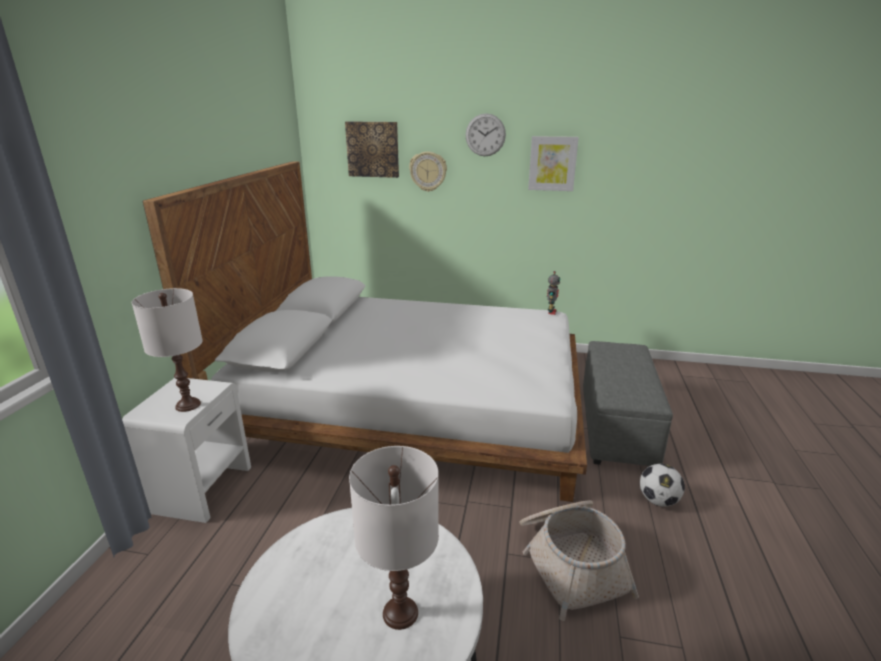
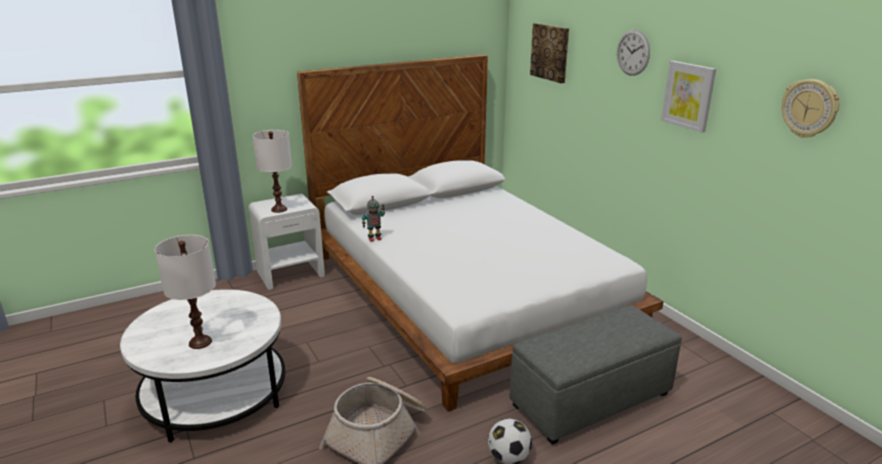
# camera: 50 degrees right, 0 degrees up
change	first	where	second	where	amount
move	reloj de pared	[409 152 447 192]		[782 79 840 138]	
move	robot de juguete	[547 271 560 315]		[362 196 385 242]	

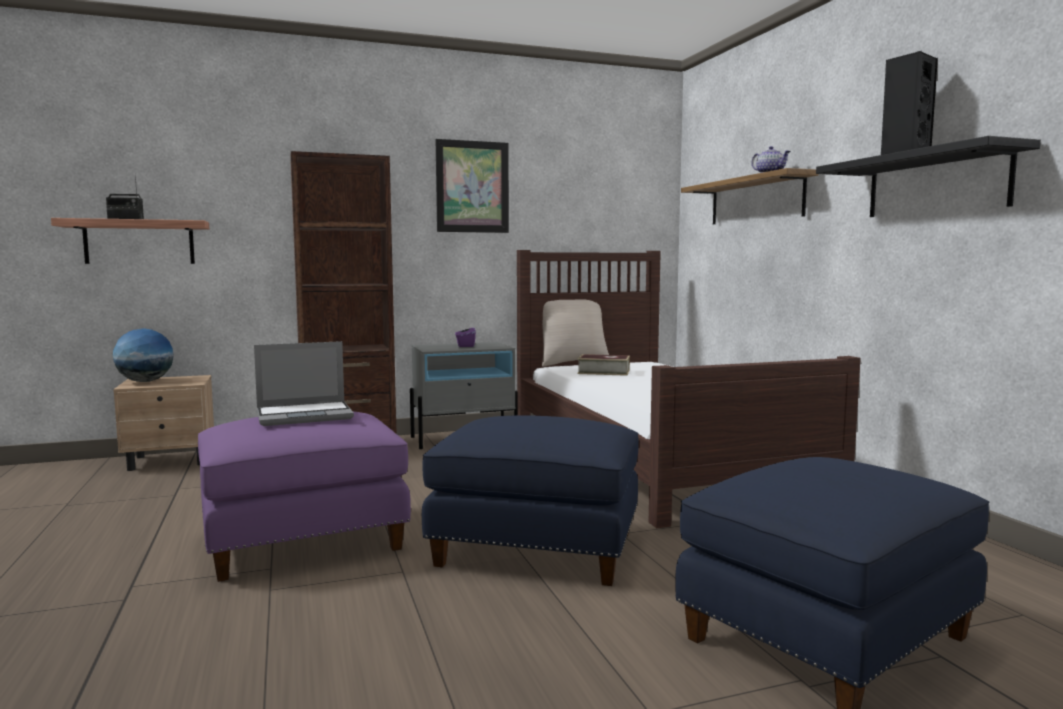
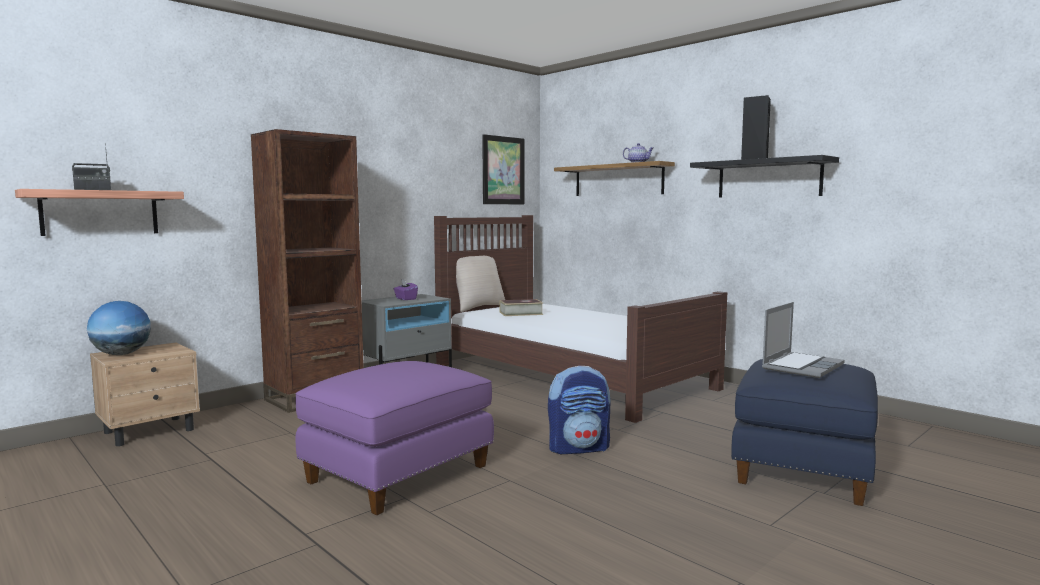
# camera: 25 degrees left, 0 degrees up
change	first	where	second	where	amount
move	portátil	[254 341 354 426]		[762 302 845 378]	
move	cuadro	[436 139 509 233]		[482 134 525 204]	
replace	puf [azul]	[422 415 639 586]	mochila	[548 366 610 454]	

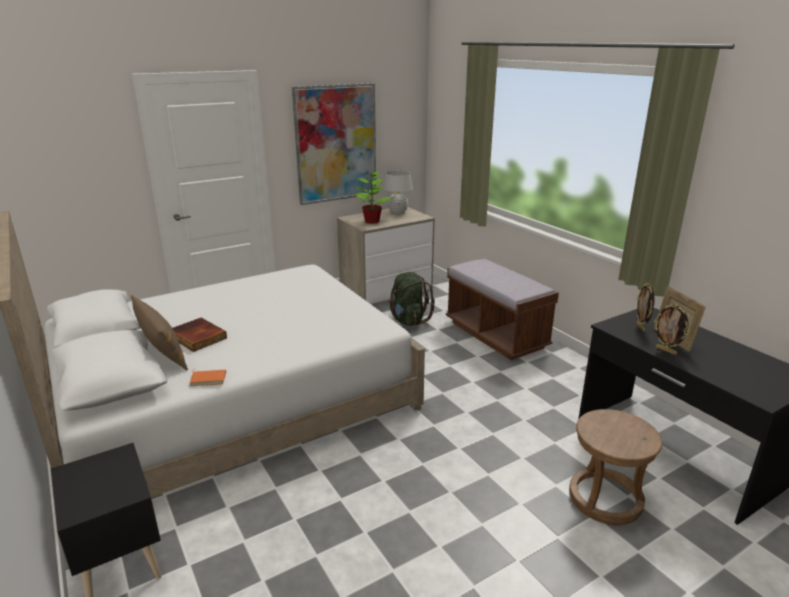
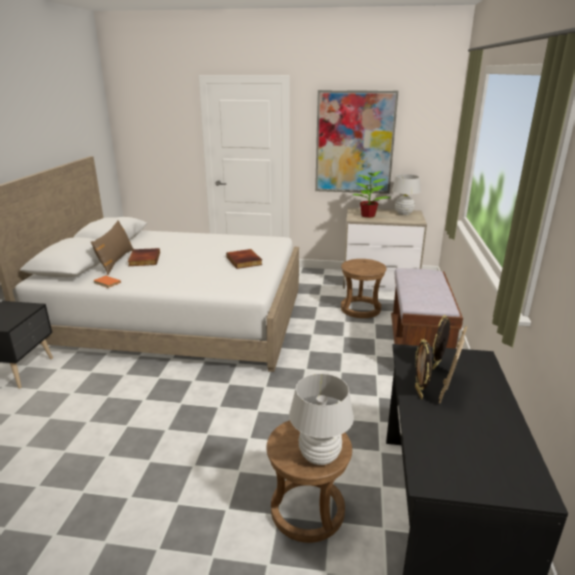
# camera: 40 degrees right, 0 degrees up
change	first	where	second	where	amount
insert			libro	[226 249 262 269]	
insert			lámpara de mesa [blanco]	[289 373 354 465]	
replace	mochila [verde]	[388 272 435 326]	taburete [marrón]	[341 259 387 318]	

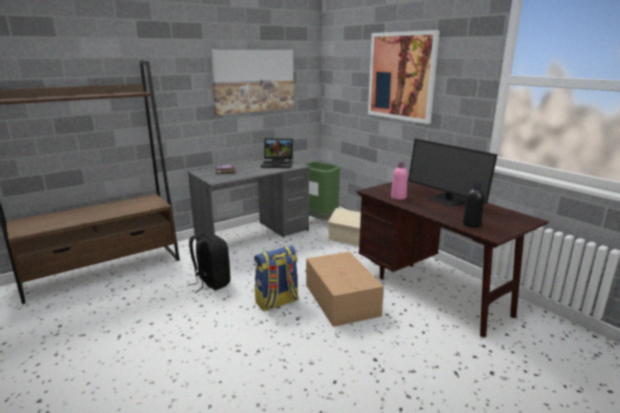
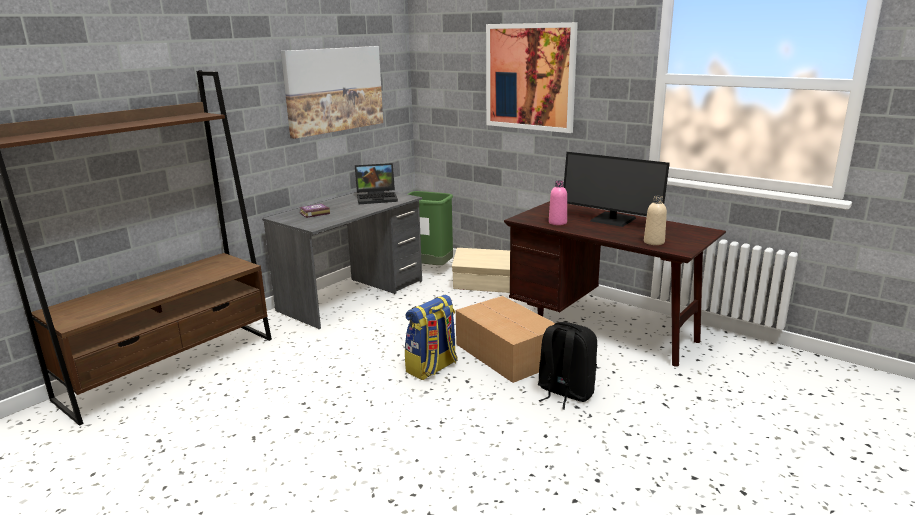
# camera: 15 degrees left, 0 degrees up
change	first	where	second	where	amount
move	mochila [negro]	[188 234 230 293]		[538 322 597 410]	
recolor	botella [negro]	[463 183 485 227]	botella [beis]	[644 196 667 245]	

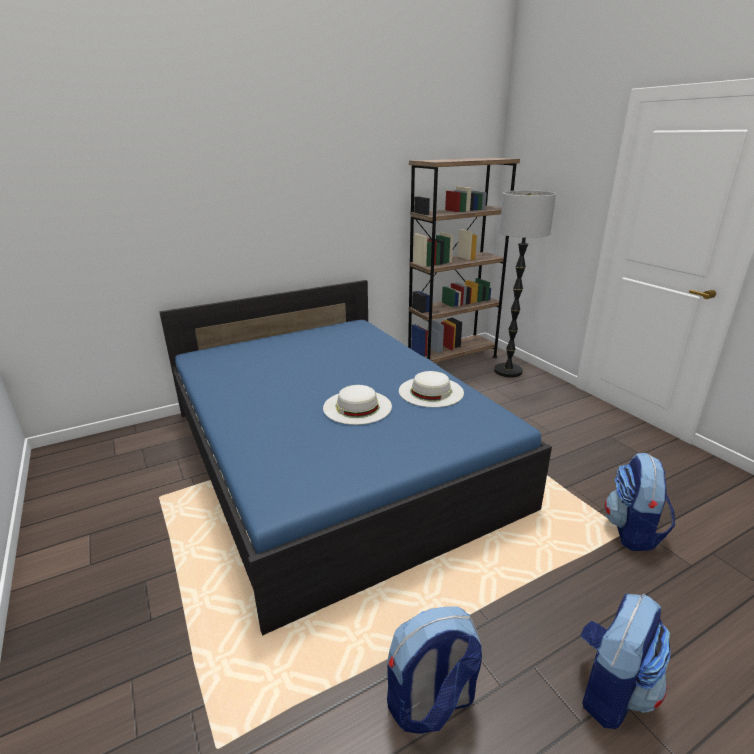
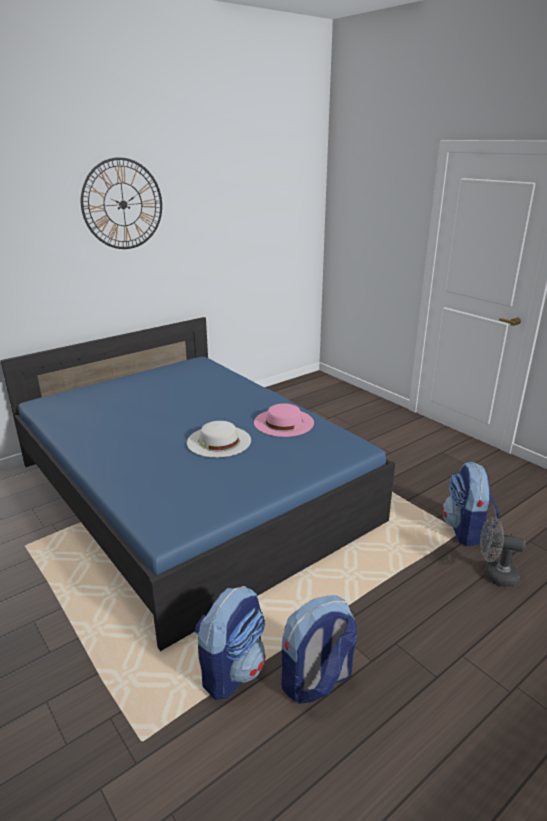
# camera: 10 degrees left, 0 degrees up
change	first	where	second	where	amount
delete	estantería [marrón]	[408 157 520 363]			
delete	lámpara de pie	[494 190 556 378]			
insert			reloj de pared	[81 157 162 249]	
insert			ventilador [gris]	[480 517 526 587]	
move	mochila	[580 594 671 729]		[195 586 265 700]	
recolor	sombrero [blanco]	[399 371 464 407]	sombrero [rosa]	[254 403 314 437]	

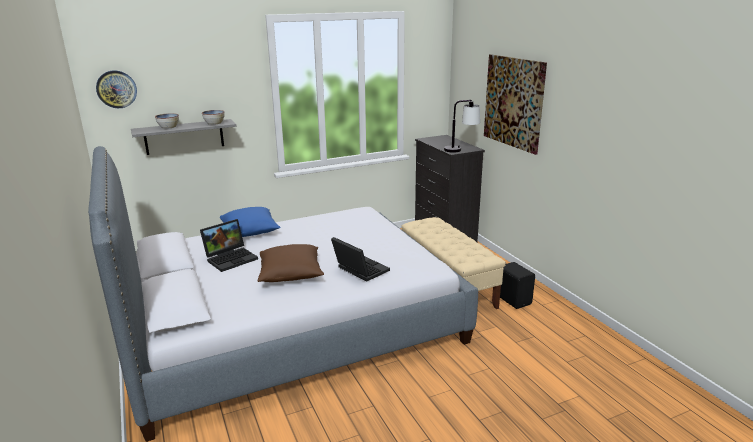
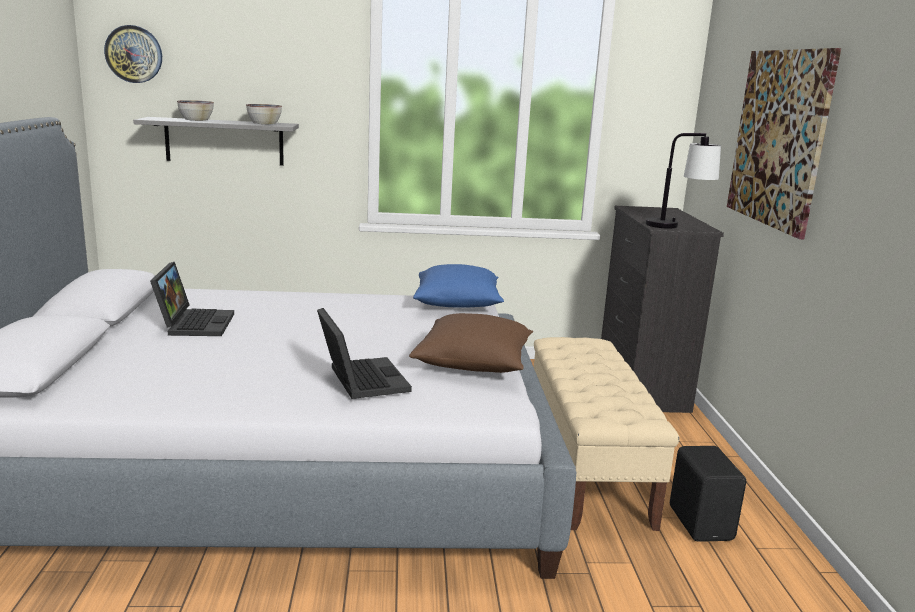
# camera: 20 degrees right, 5 degrees down
change	first	where	second	where	amount
move	cojín [azul]	[220 207 281 237]		[413 264 504 308]	
move	cojín [marrón]	[258 244 324 282]		[409 313 533 373]	
rotate	portátil	[200 219 258 272]		[150 262 234 336]	75 degrees counterclockwise

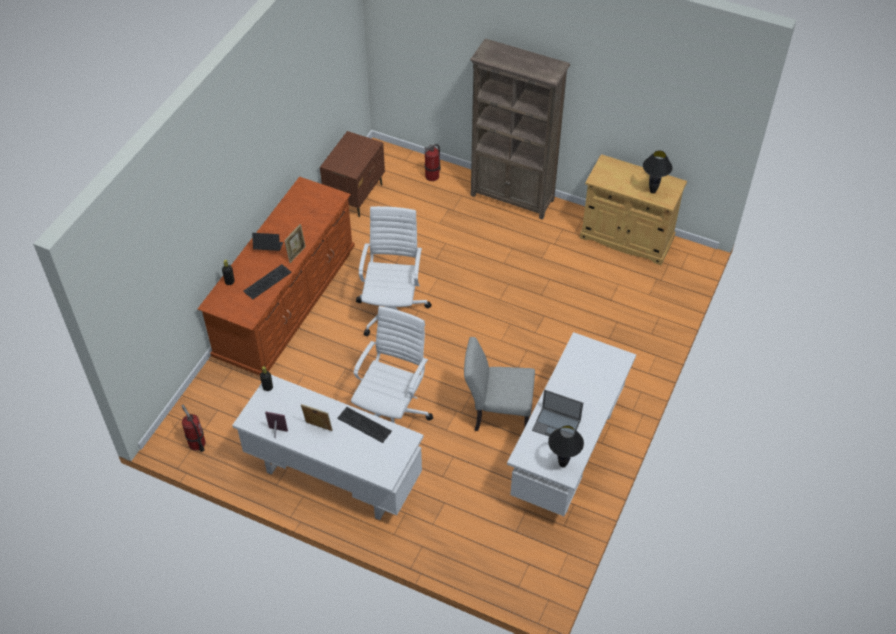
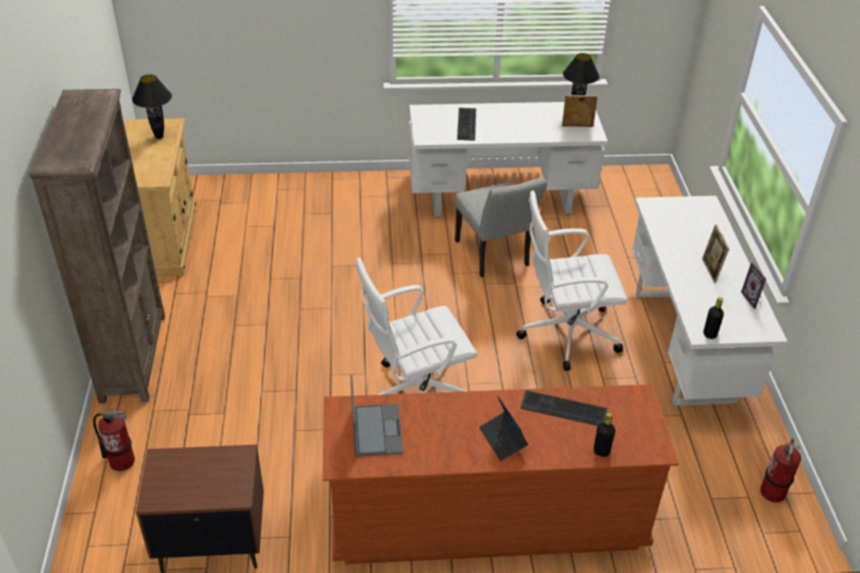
# camera: 120 degrees left, 10 degrees down
change	first	where	second	where	amount
move	portarretratos	[284 224 306 263]		[562 95 598 127]	
move	teclado	[337 407 392 443]		[457 108 476 141]	
move	portátil	[532 389 583 438]		[350 374 403 457]	

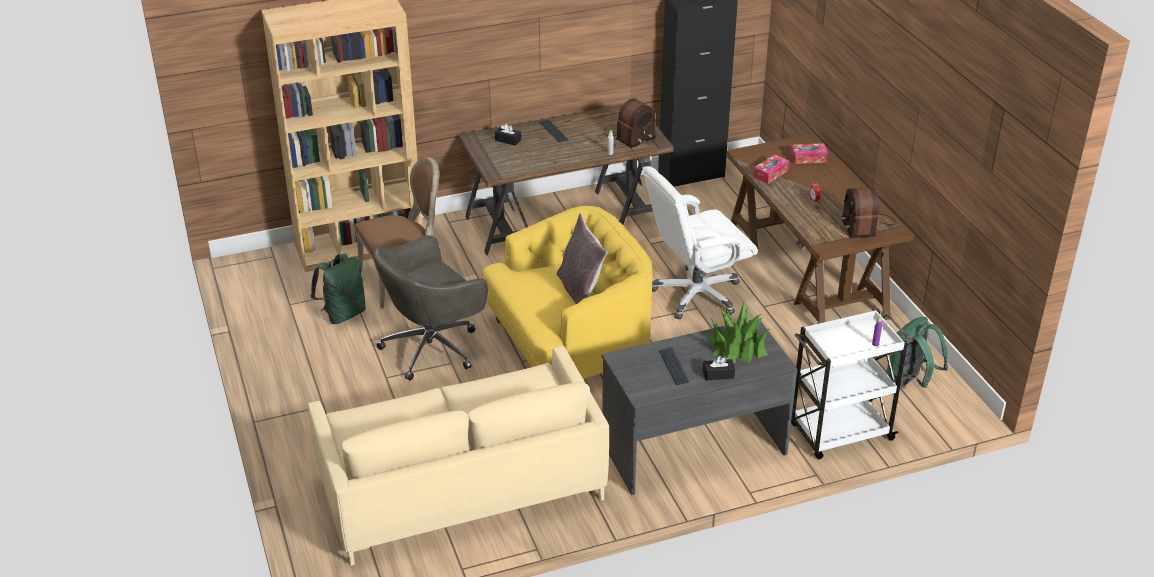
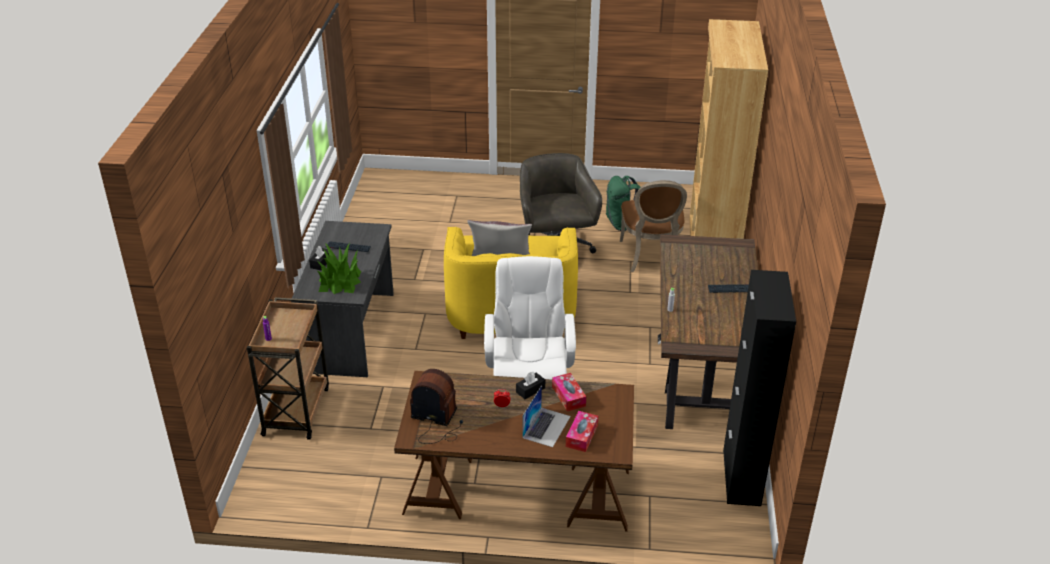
# camera: 115 degrees right, 0 degrees up
change	first	where	second	where	amount
delete	sofá [beis]	[308 346 609 566]			
delete	radio	[599 98 656 148]			
delete	mochila [verde]	[886 317 948 388]			
insert			portátil	[522 385 571 447]	
move	caja de pañuelos [negro]	[495 123 521 146]		[516 372 545 399]	
recolor	carrito [blanco]	[791 309 913 459]	carrito [marrón]	[247 297 329 440]	

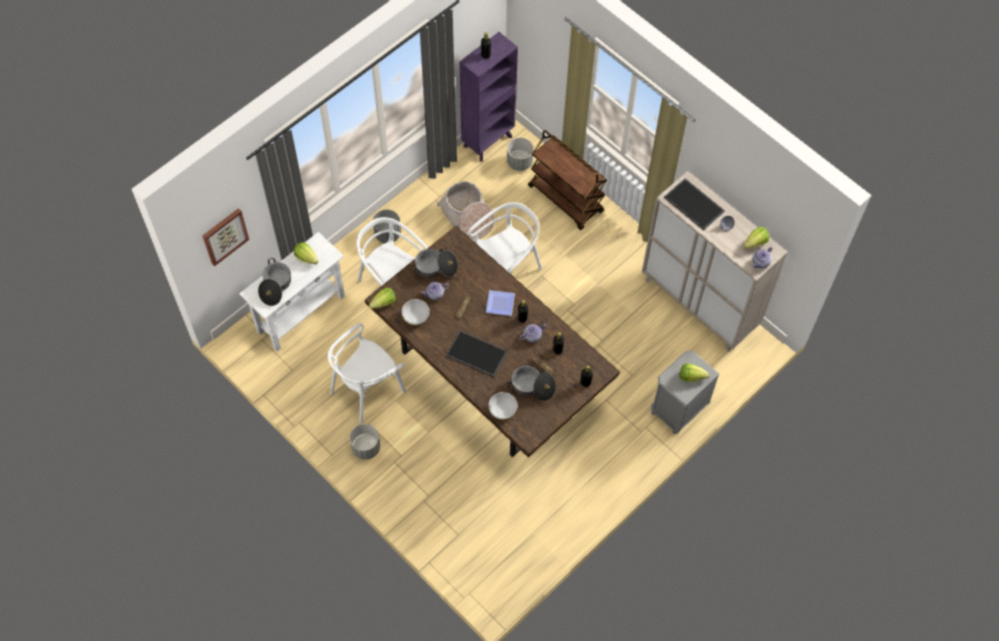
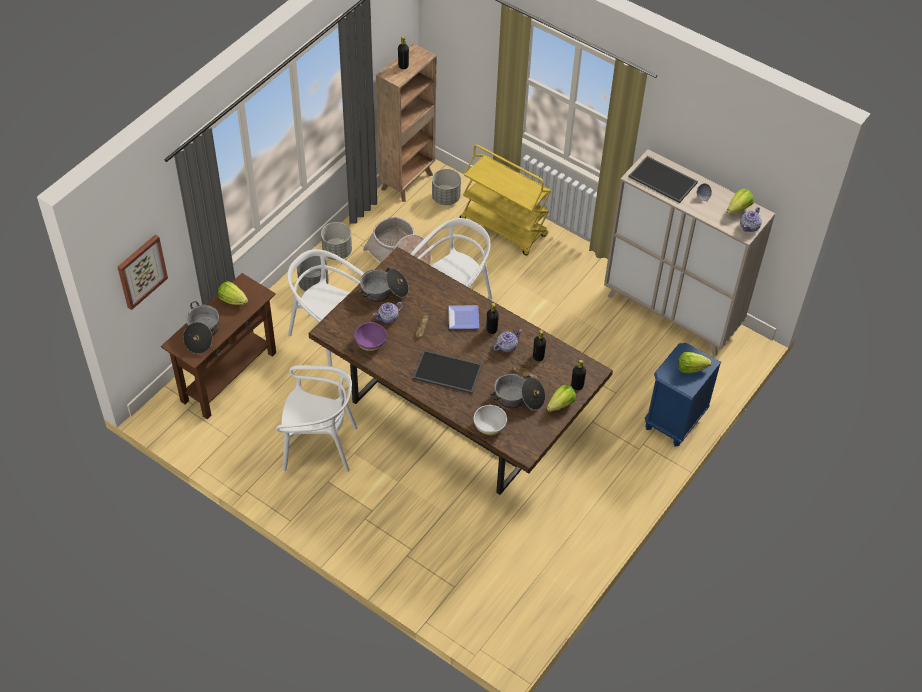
# camera: 10 degrees left, 10 degrees down
change	first	where	second	where	amount
move	maceta [gris]	[350 424 380 460]		[321 222 352 260]	
move	lechuga	[369 288 396 309]		[547 385 576 412]	
recolor	mesa consola [blanco]	[239 232 345 351]	mesa consola [marrón]	[161 273 276 419]	
recolor	cuenco [blanco]	[402 299 430 325]	cuenco [morado]	[354 322 387 351]	
recolor	estantería [morado]	[460 32 518 162]	estantería [marrón]	[376 43 437 202]	
recolor	carrito [marrón]	[528 130 607 230]	carrito [amarillo]	[460 144 551 256]	
recolor	mesita de noche [gris]	[651 351 720 434]	mesita de noche [azul]	[645 343 721 446]	
rotate	silla [blanco]	[328 323 406 423]		[276 365 357 472]	120 degrees counterclockwise

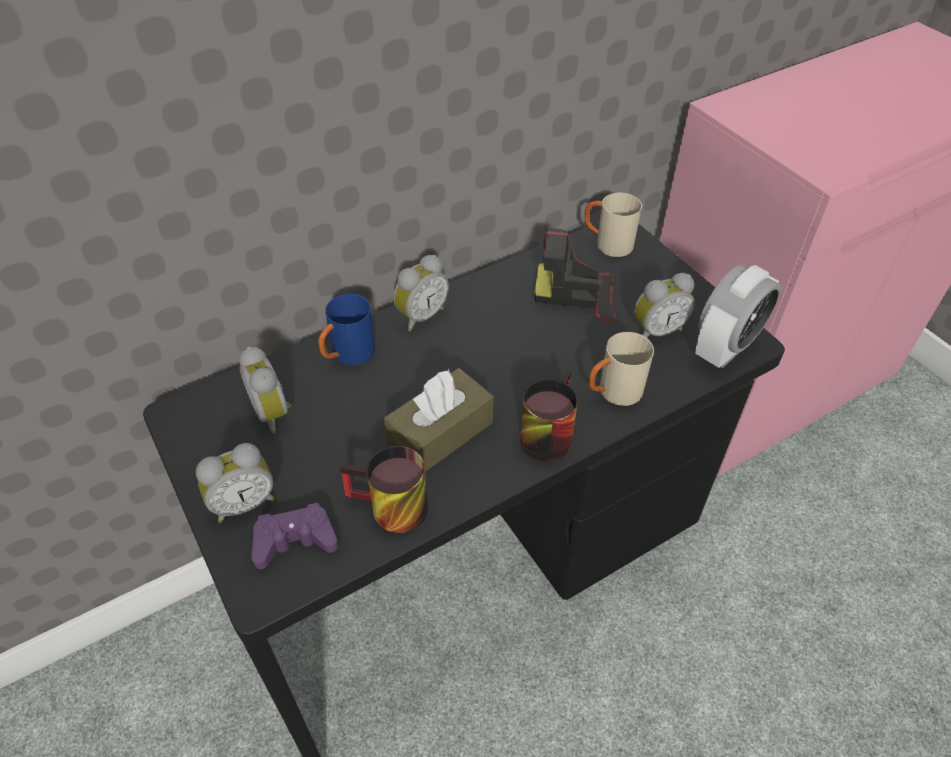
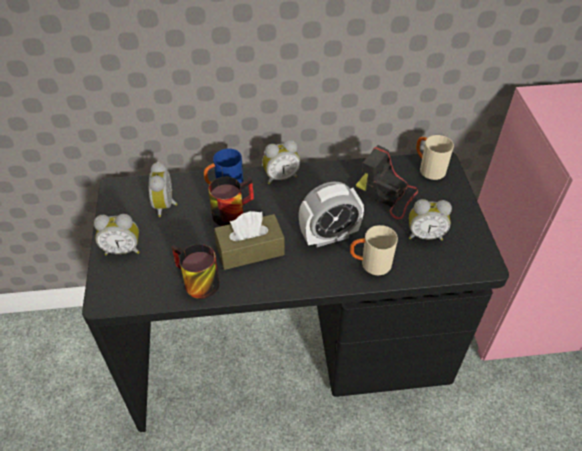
# camera: 25 degrees right, 0 degrees up
change	first	where	second	where	amount
delete	mando de consola [morado]	[252 503 338 569]			
move	taza grande	[520 370 578 461]		[208 177 254 226]	
move	despertador	[695 265 781 368]		[299 181 364 247]	

